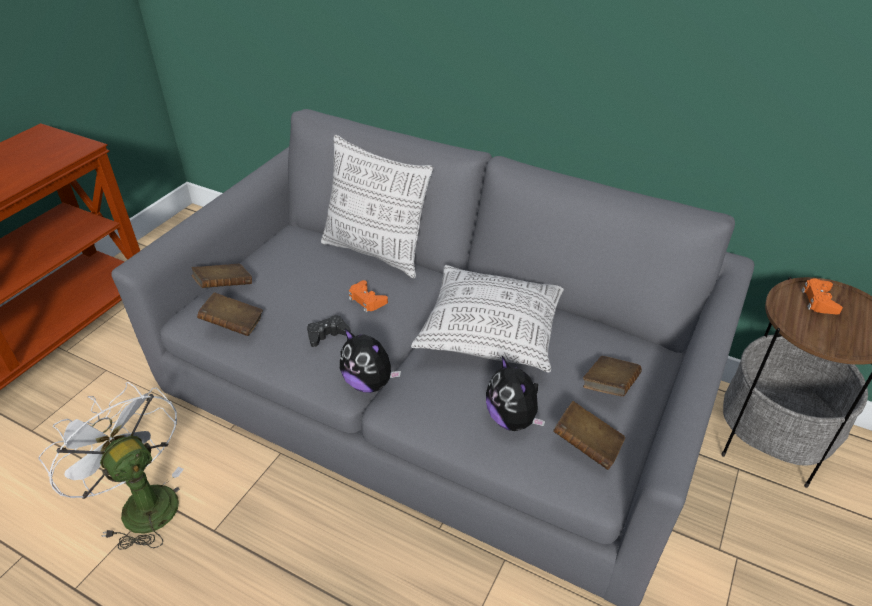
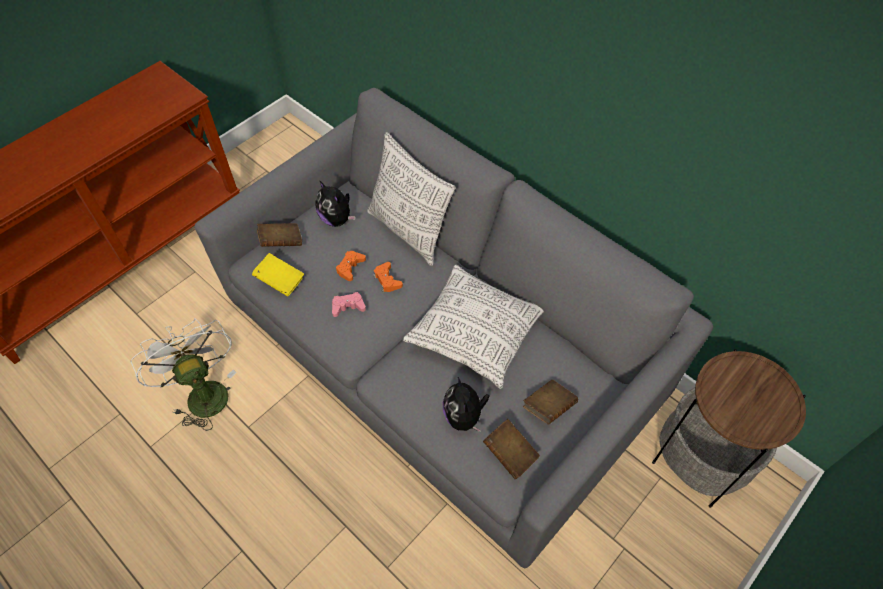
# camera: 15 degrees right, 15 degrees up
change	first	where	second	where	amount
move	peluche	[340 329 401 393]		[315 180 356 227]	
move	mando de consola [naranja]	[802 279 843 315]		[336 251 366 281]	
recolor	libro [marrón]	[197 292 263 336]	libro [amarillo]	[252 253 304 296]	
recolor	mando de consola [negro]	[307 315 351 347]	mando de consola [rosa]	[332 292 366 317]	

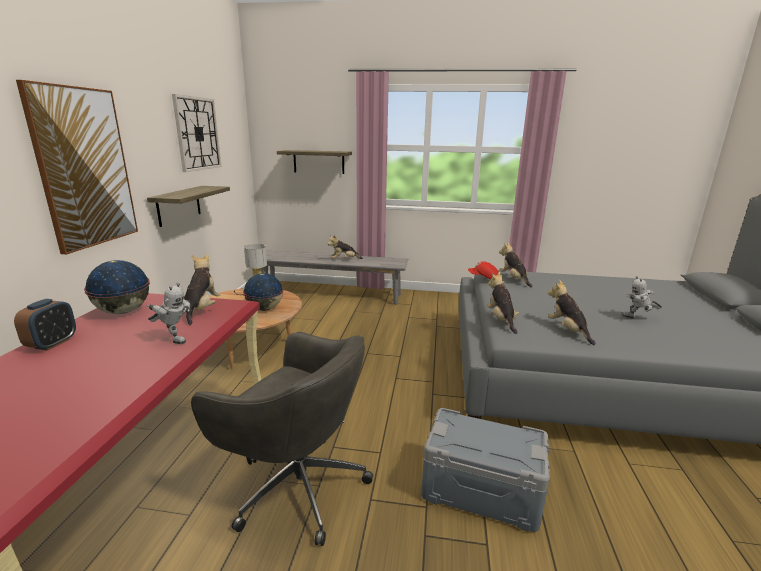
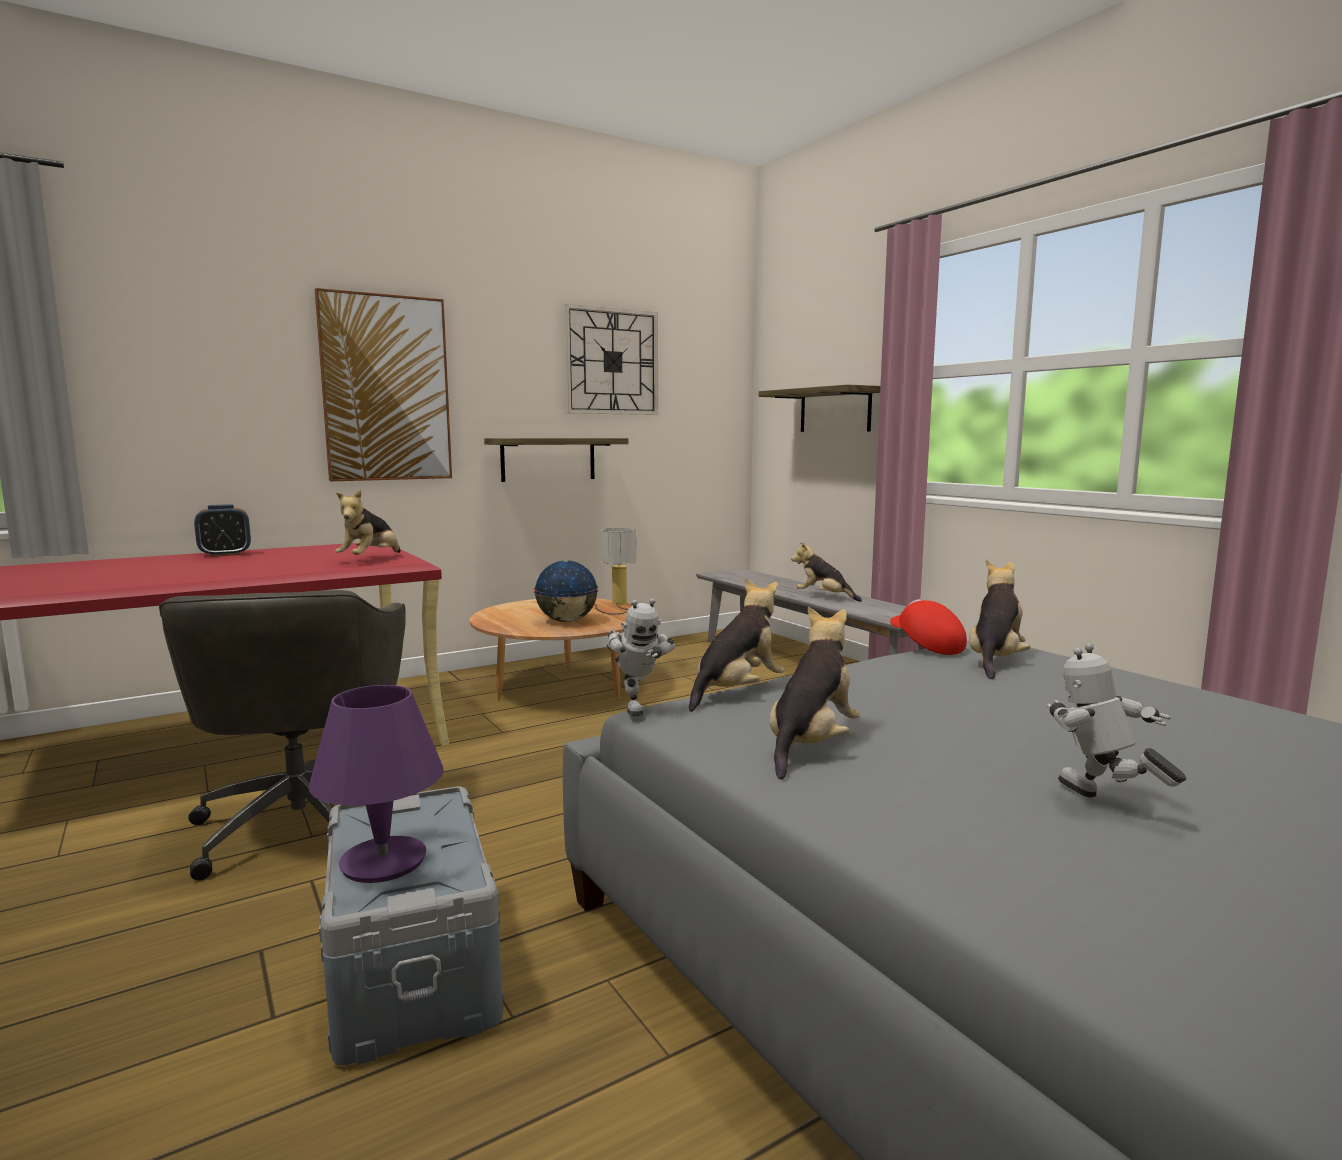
# camera: 50 degrees right, 10 degrees down
change	first	where	second	where	amount
delete	globo terráqueo	[84 260 150 314]			
insert			lámpara de mesa [morado]	[308 685 444 883]	
move	robot de juguete	[146 282 190 344]		[607 598 675 716]	
rotate	peluche	[184 254 221 325]		[335 490 400 555]	150 degrees clockwise

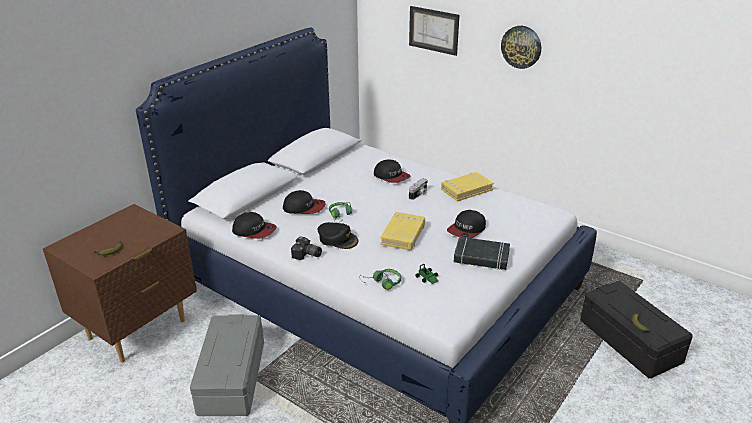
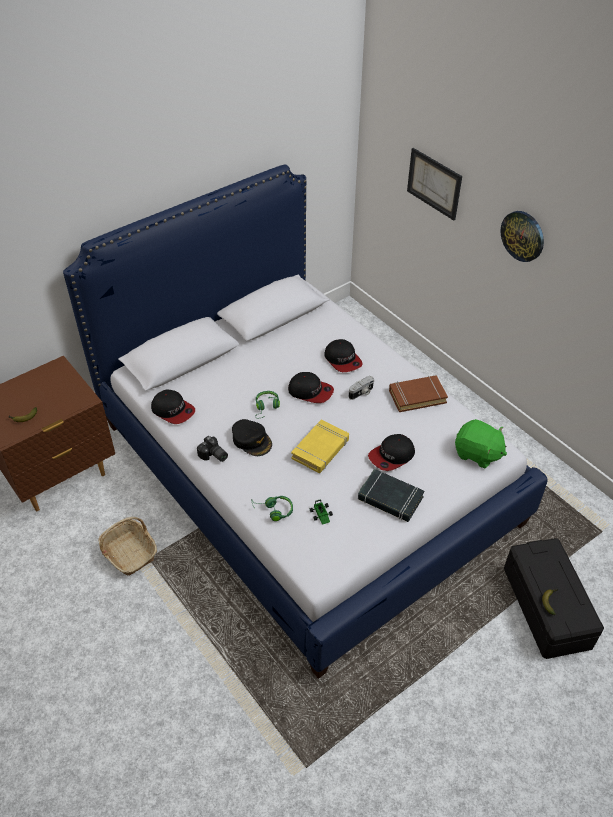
# camera: 15 degrees right, 15 degrees up
change	first	where	second	where	amount
insert			peluche [verde]	[455 419 507 468]	
move	gorra	[283 190 326 214]		[288 372 334 403]	
replace	caja de almacenaje [gris]	[190 314 264 416]	cesta	[98 517 157 576]	
recolor	libro [amarillo]	[441 172 494 202]	libro [marrón]	[389 375 448 412]	

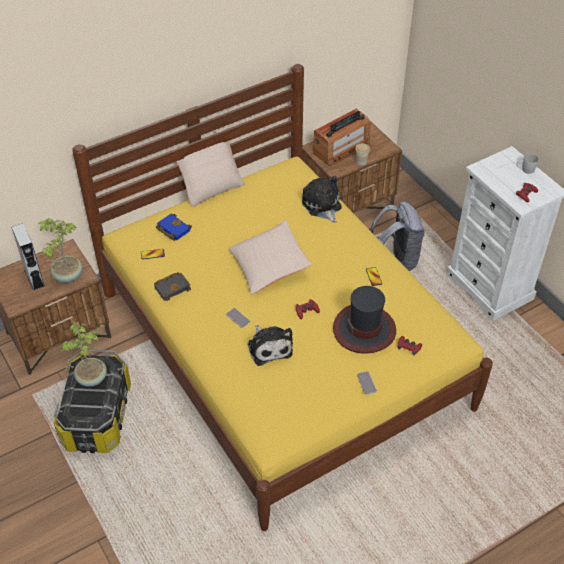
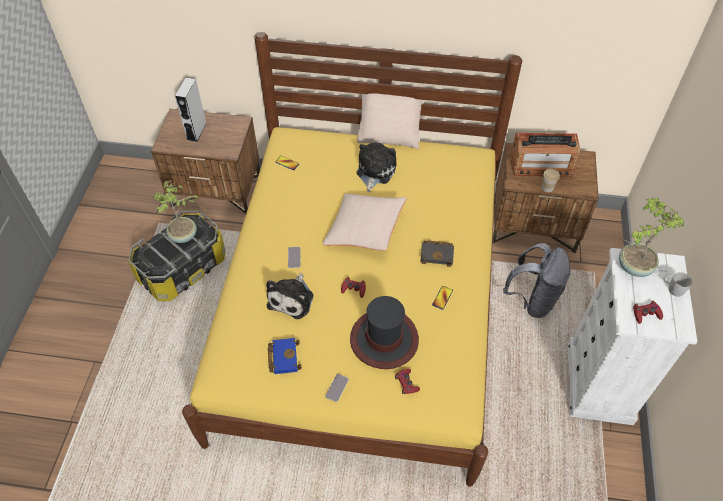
# camera: 40 degrees right, 5 degrees up
change	first	where	second	where	amount
move	planta en maceta	[38 218 82 283]		[619 198 684 277]	
move	libro [negro]	[154 272 191 301]		[421 240 454 267]	
move	libro [azul]	[156 214 192 241]		[268 338 302 374]	
move	peluche	[302 176 342 223]		[357 142 397 192]	

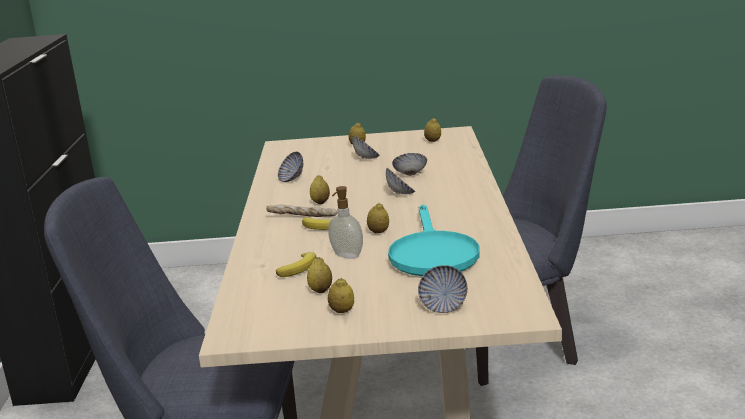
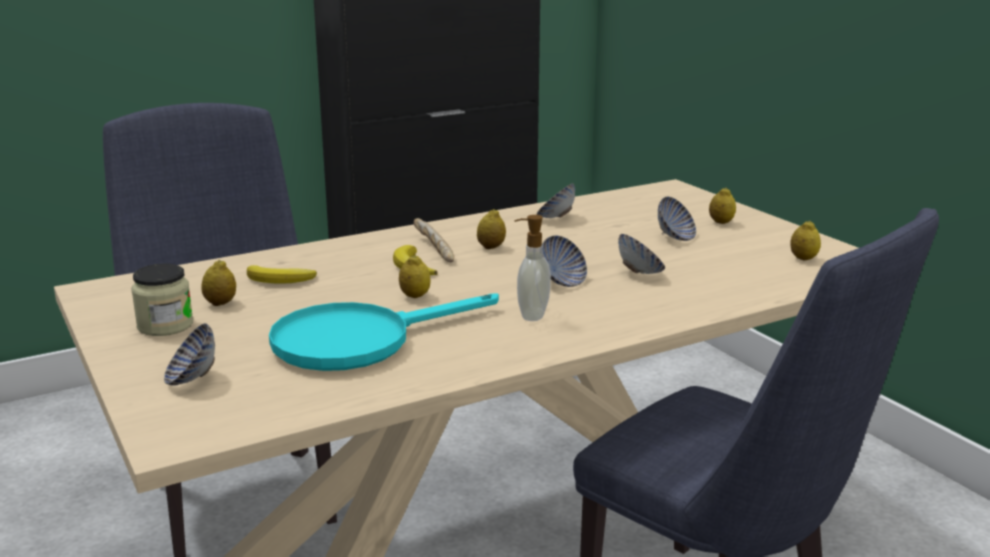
# camera: 60 degrees right, 0 degrees up
change	first	where	second	where	amount
move	dispensador de jabón	[328 186 363 259]		[515 215 551 321]	
replace	limón	[328 278 354 313]	tarro	[131 263 193 336]	

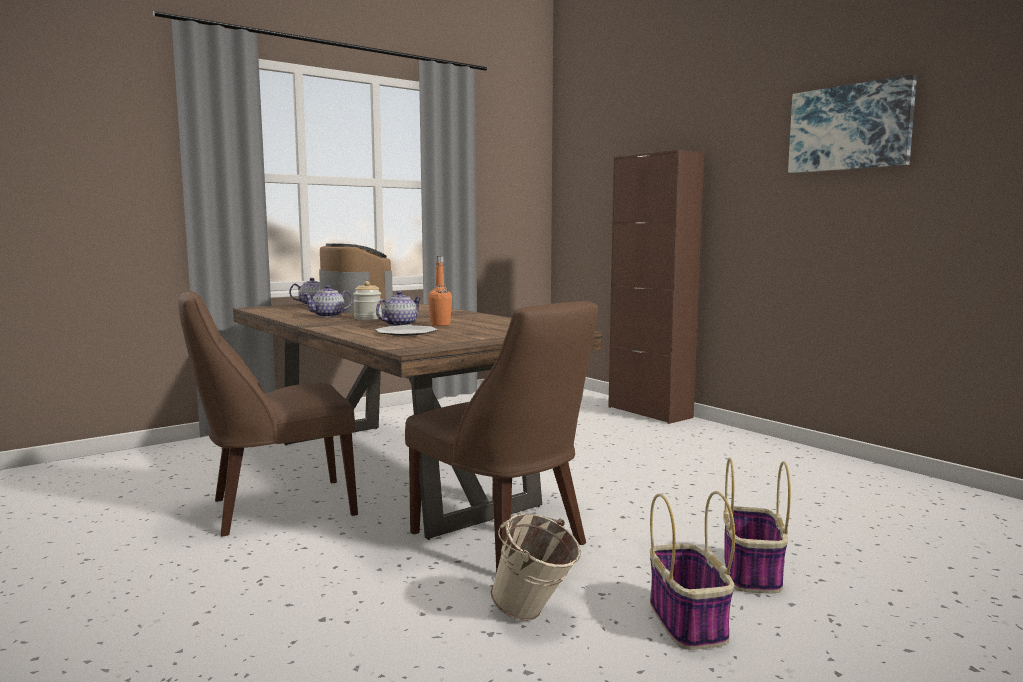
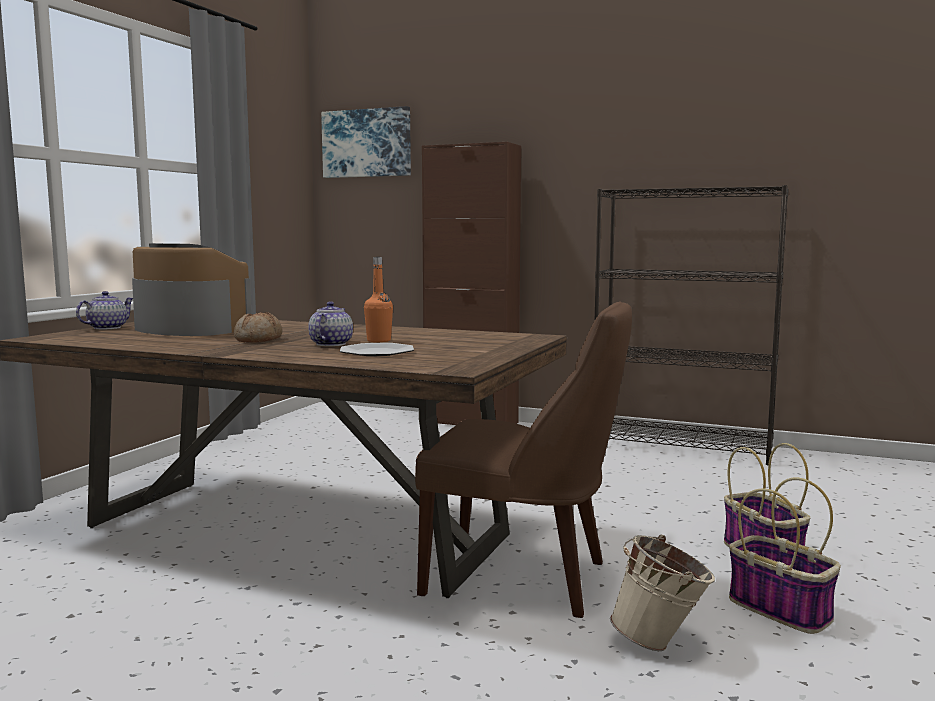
# camera: 30 degrees left, 0 degrees up
change	first	where	second	where	amount
delete	silla [marrón]	[178 291 358 536]			
delete	tetera	[302 285 353 317]			
insert			estantería [negro]	[595 185 789 465]	
move	cuadro	[788 74 917 173]		[321 106 411 178]	
replace	tarro	[353 281 382 320]	pan	[234 312 282 343]	

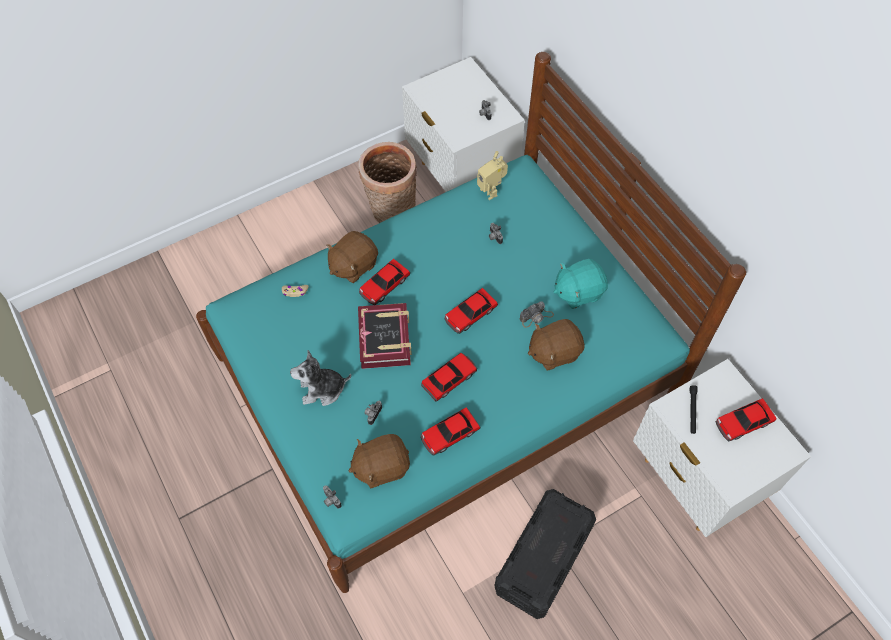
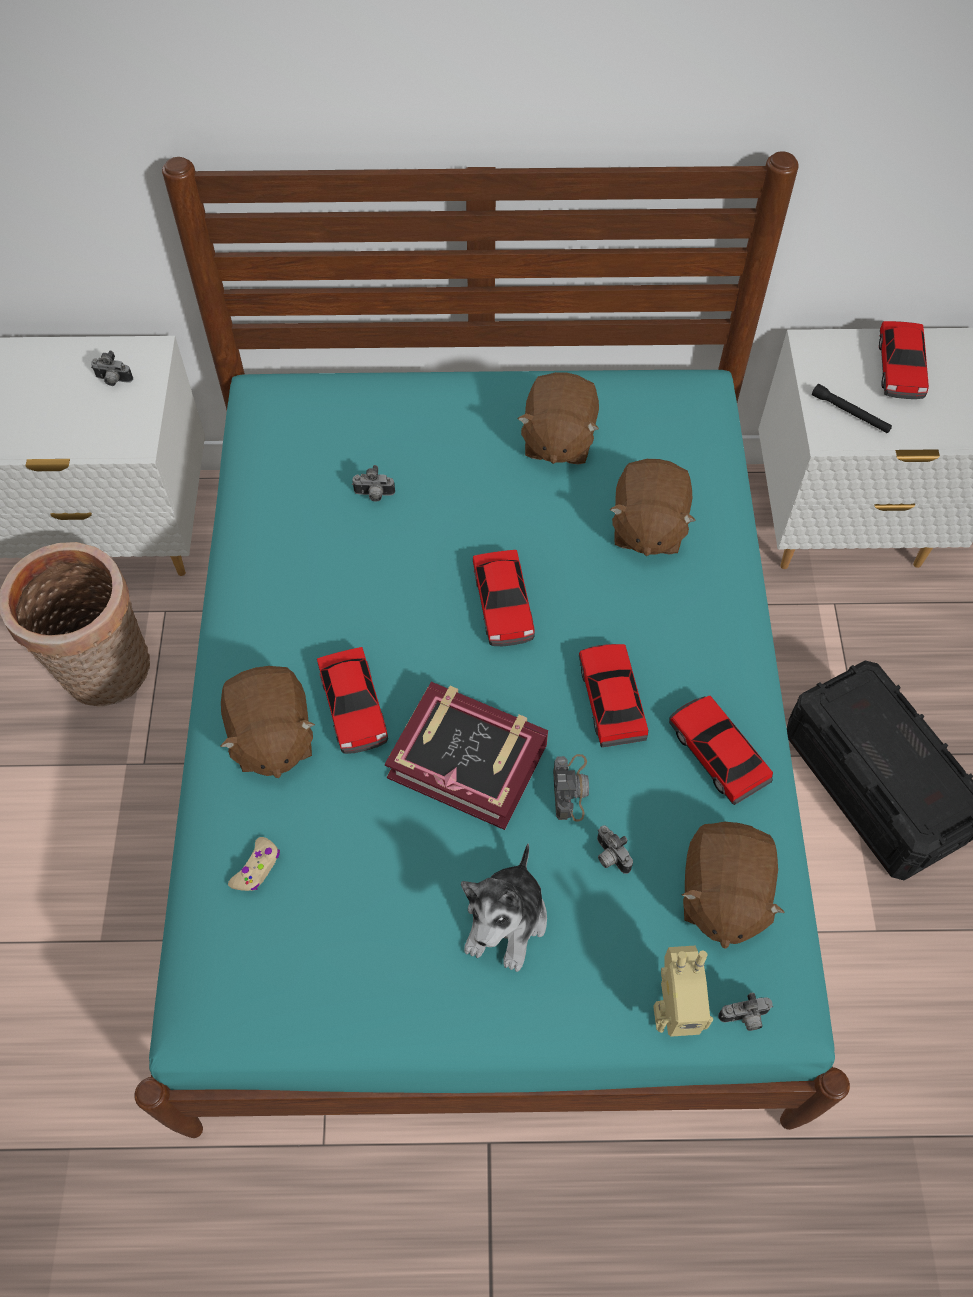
# camera: 60 degrees left, 0 degrees up
change	first	where	second	where	amount
move	robot de juguete	[477 151 508 200]		[653 946 713 1037]	
move	cámara	[519 301 554 328]		[553 754 589 821]	
recolor	peluche [turquesa]	[554 259 608 309]	peluche [marrón]	[518 372 599 464]	
rotate	coche de juguete	[421 408 480 455]		[669 695 773 805]	150 degrees clockwise

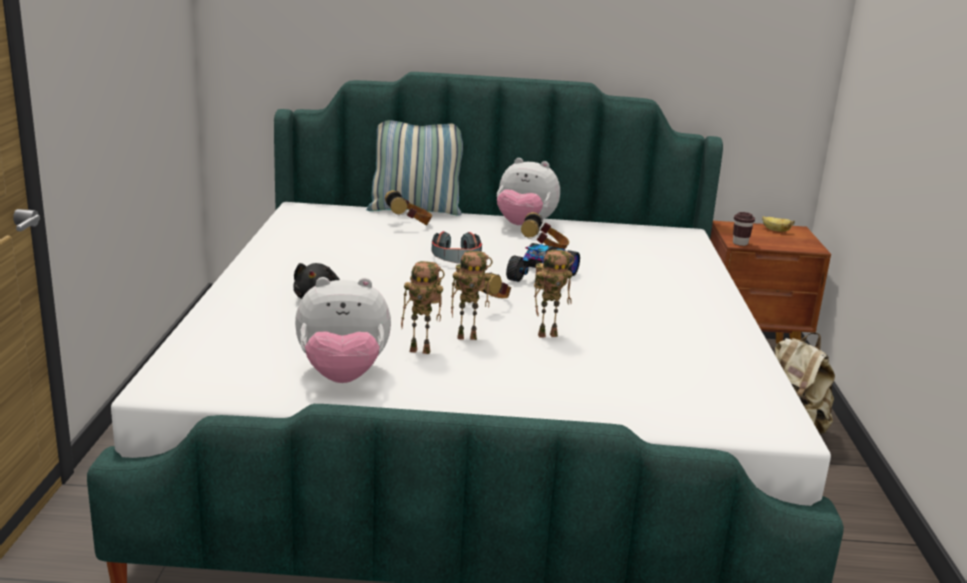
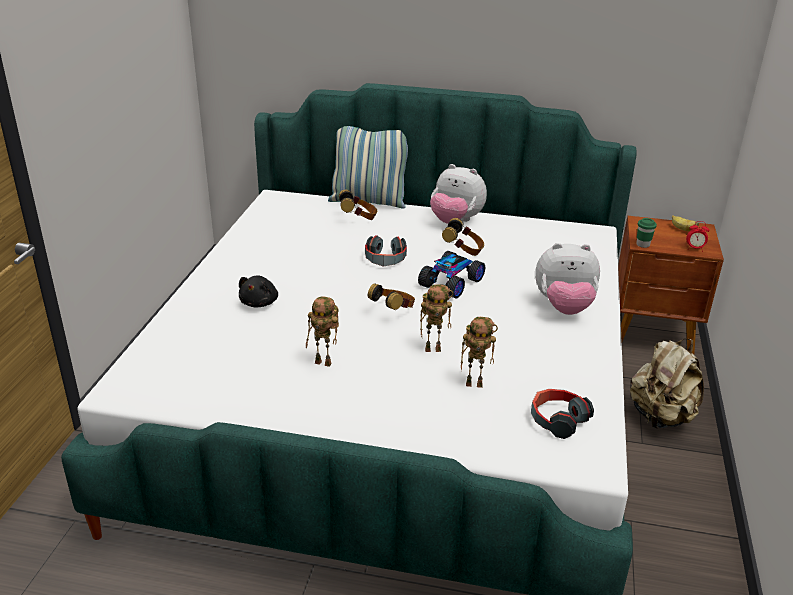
# camera: 10 degrees right, 10 degrees up
change	first	where	second	where	amount
insert			auriculares	[531 389 594 439]	
insert			despertador	[686 221 710 252]	
move	peluche	[295 277 391 383]		[535 243 600 315]	
move	robot de juguete	[451 251 492 340]		[461 317 498 388]	
recolor	taza [marrón]	[733 212 755 246]	taza [verde]	[636 218 657 248]	

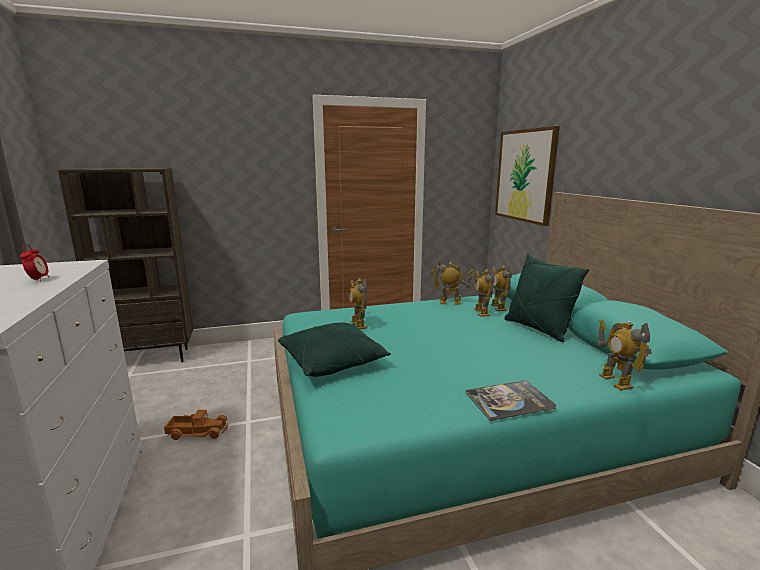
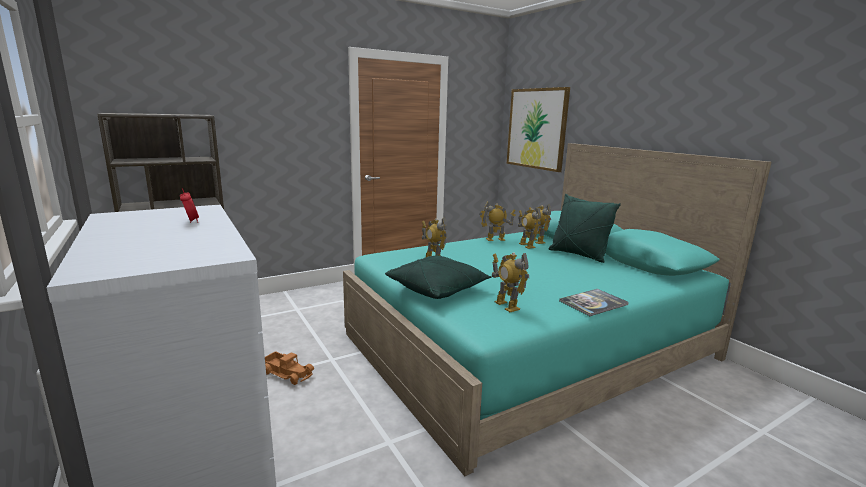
# camera: 15 degrees left, 0 degrees up
change	first	where	second	where	amount
move	robot de juguete	[597 320 651 390]		[492 253 529 312]	
rotate	camión de juguete	[164 410 229 440]		[265 351 314 385]	45 degrees clockwise

